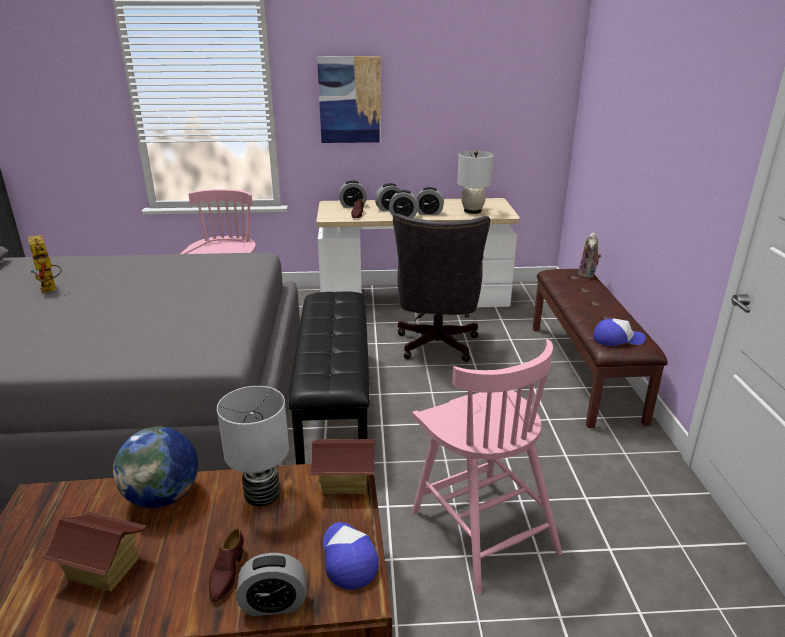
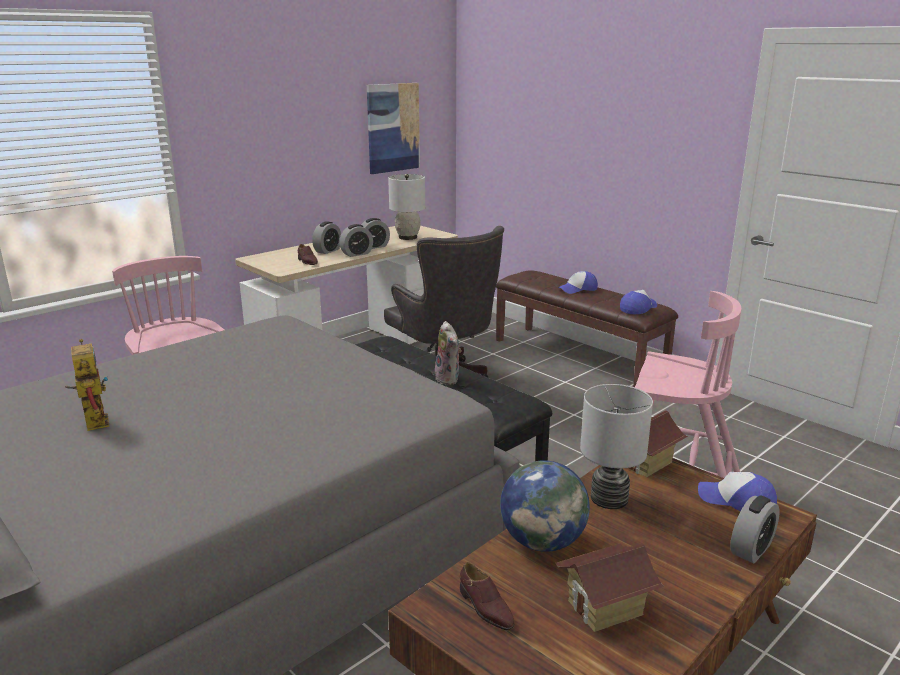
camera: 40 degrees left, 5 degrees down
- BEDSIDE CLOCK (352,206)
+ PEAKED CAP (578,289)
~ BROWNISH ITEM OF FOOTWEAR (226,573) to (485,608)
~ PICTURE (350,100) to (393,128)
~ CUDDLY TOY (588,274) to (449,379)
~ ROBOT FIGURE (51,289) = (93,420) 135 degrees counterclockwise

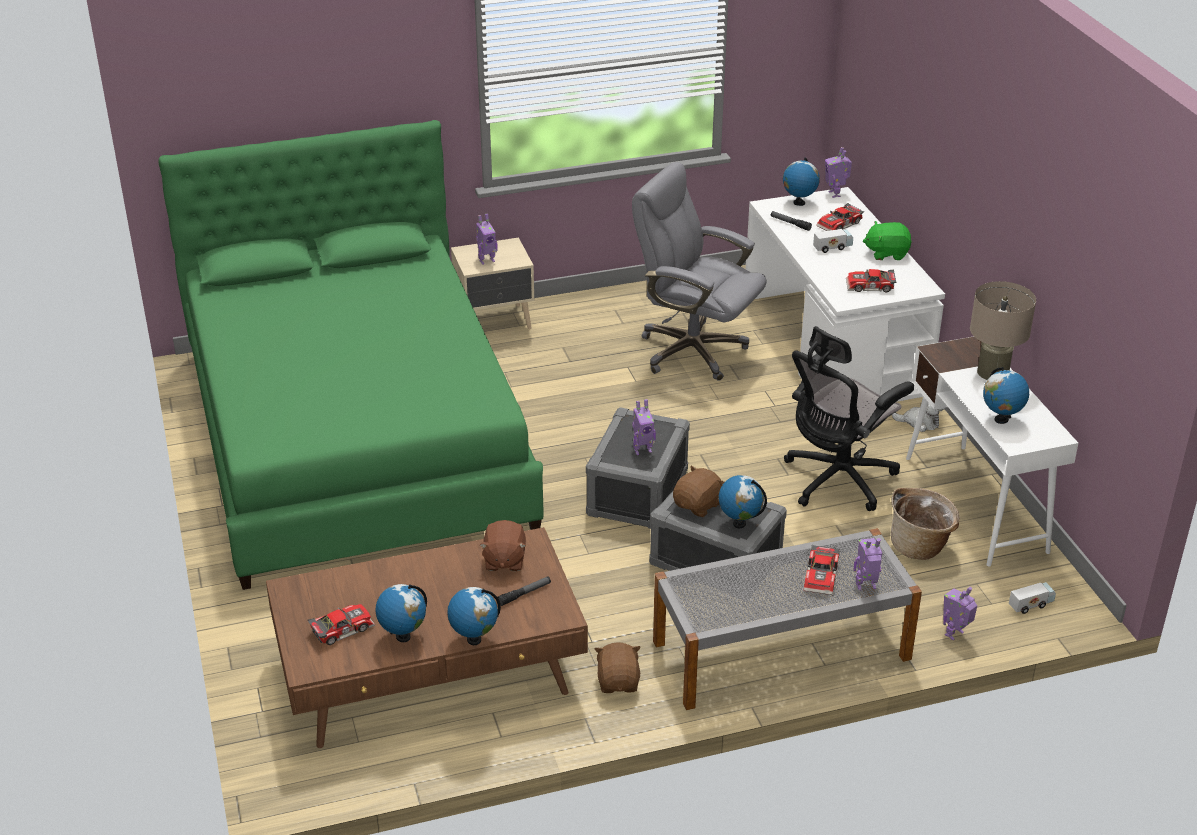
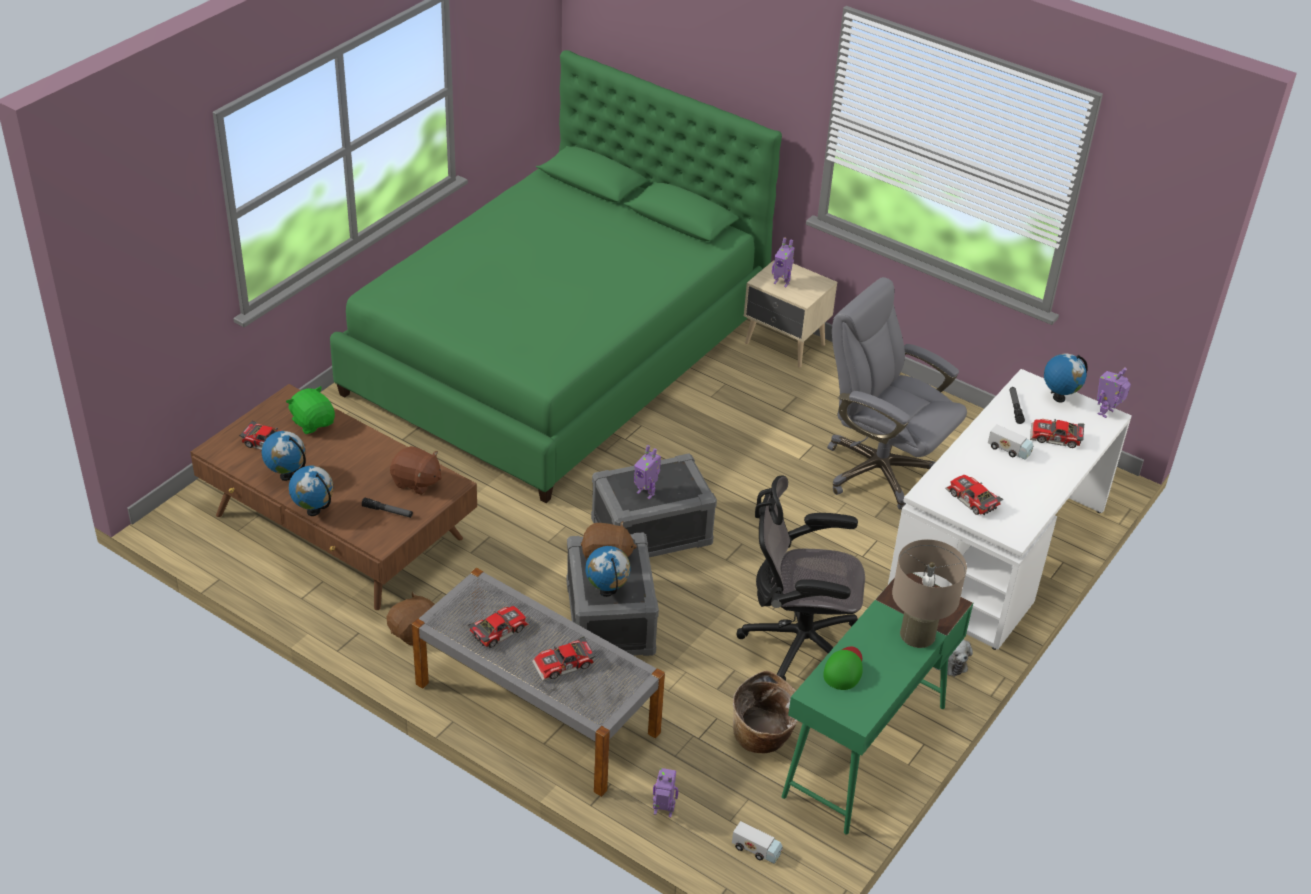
camera: 50 degrees right, 5 degrees up
- ROBOT FIGURE (866,586)
+ MODEL CAR (498,630)
~ GREEN-COLOURED CUDDLY TOY (886,253) to (313,422)
~ DESK GLOBE (1001,419) to GREEN-COLOURED PEAKED CAP (844,669)
~ WHITE-COLOURED DESK TABLE (976,504) to GREEN-COLOURED DESK TABLE (865,751)
~ BROWNISH CUDDLY TOY (504,560) = (416,482) 120 degrees counterclockwise
~ GREY DESK CHAIR (695,352) = (882,473) 45 degrees counterclockwise

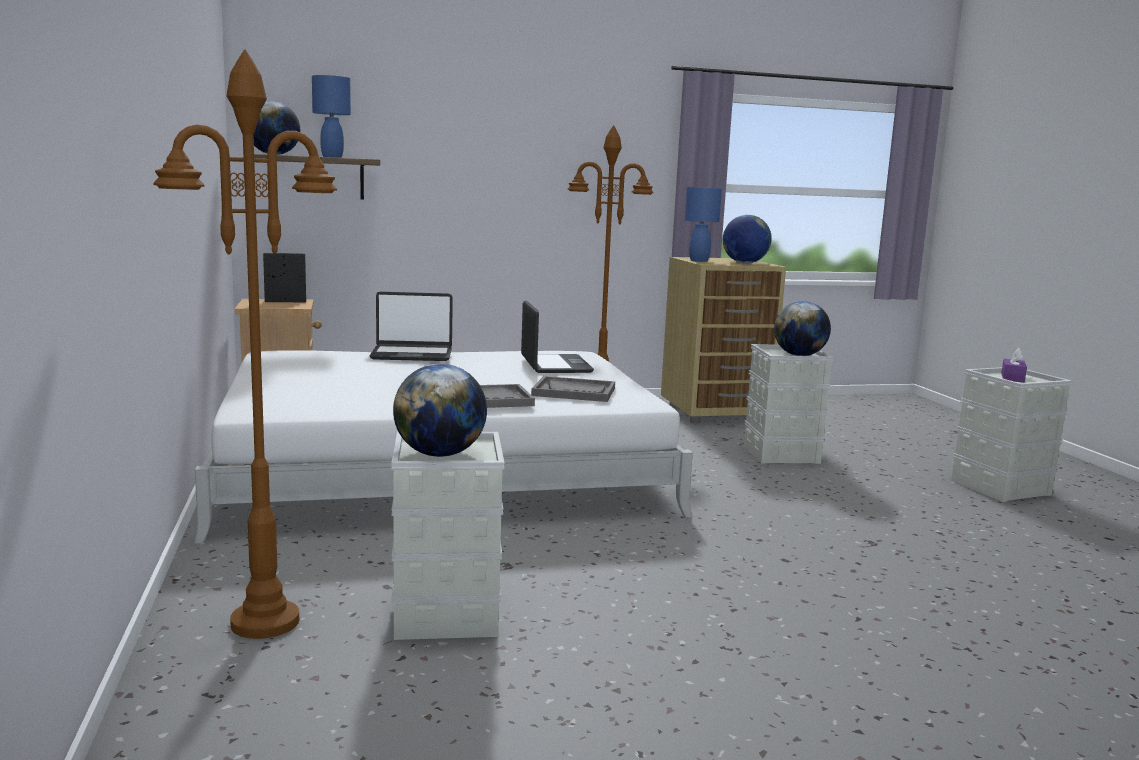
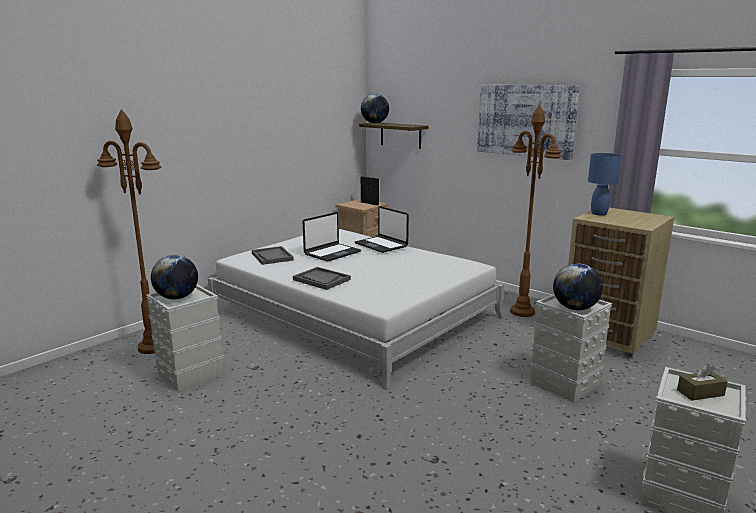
camera: 55 degrees right, 5 degrees up
- BLUE TABLE LAMP (332,157)
- DESK GLOBE (744,263)
+ PICTURE (526,120)
~ NOTEBOOK COMPUTER (554,365) to (332,253)
~ GREY CARRYING TRAY (574,392) to (272,257)
~ PURPLISH BOX OF TISSUES (1012,378) to BROWNISH BOX OF TISSUES (700,393)

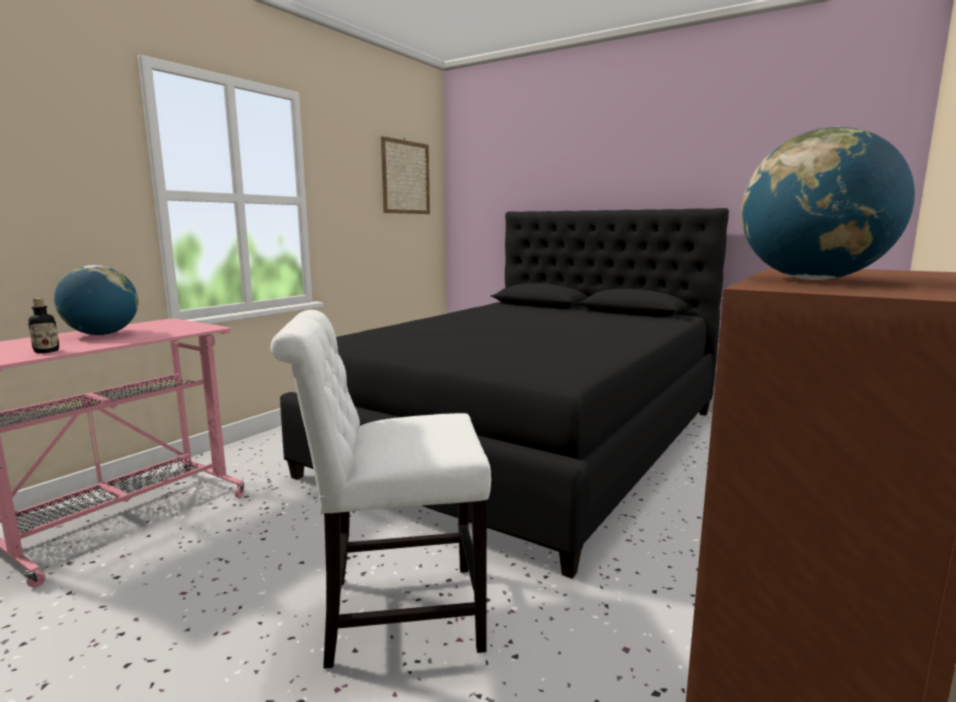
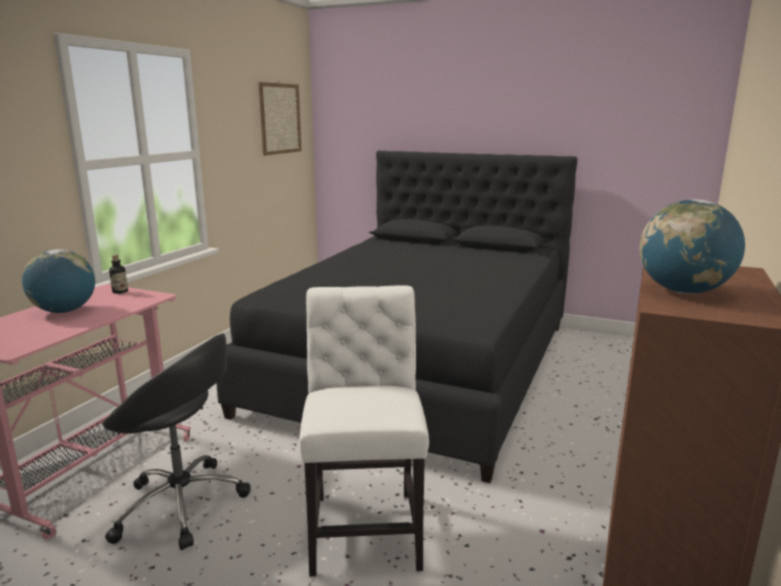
camera: 10 degrees left, 5 degrees up
+ BLACK-COLOURED DESK CHAIR (184,505)
~ DRINK BOTTLE (46,351) to (120,292)
~ WHITE-COLOURED CHAIR (393,614) = (365,526) 105 degrees clockwise

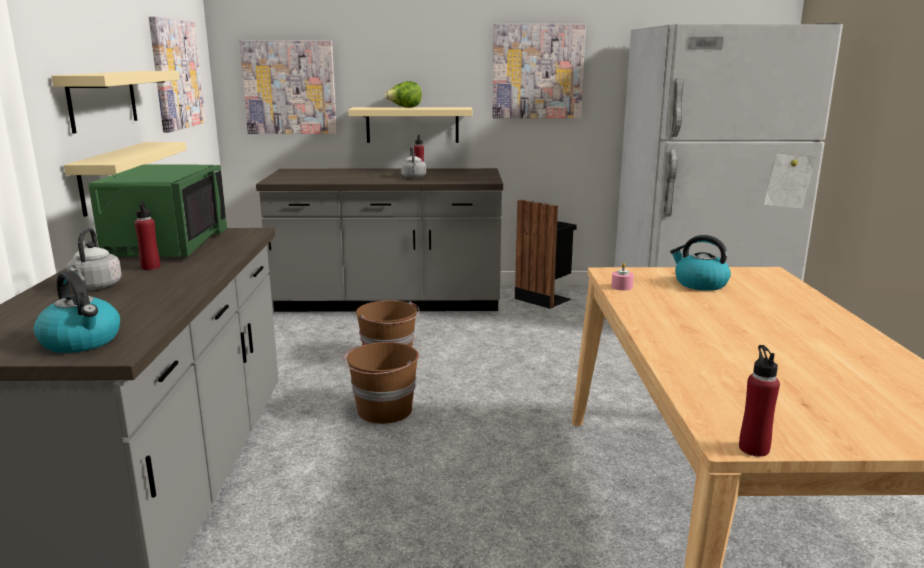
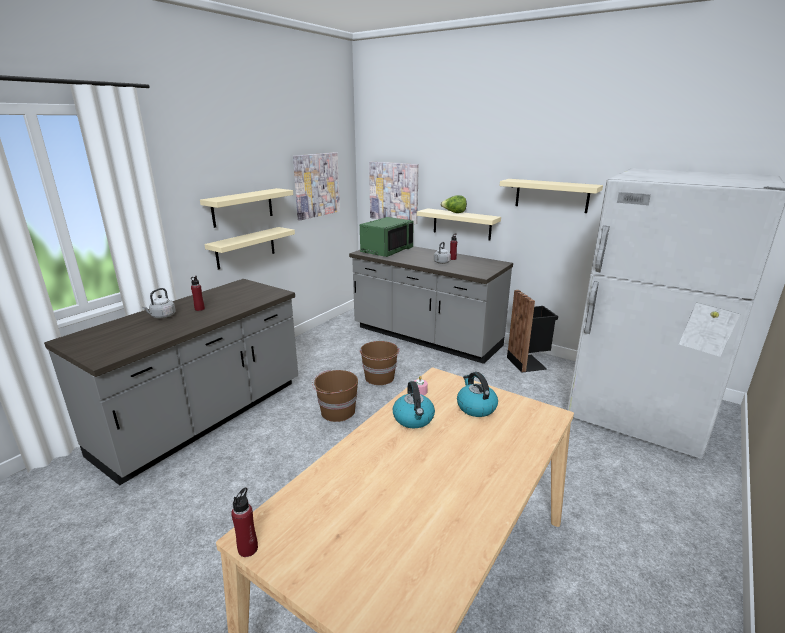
camera: 35 degrees right, 5 degrees up
~ WATER KETTLE (82,341) to (414,419)
~ GREEN-COLOURED MICROWAVE (166,245) to (386,250)
~ PICTURE (537,71) to BEIGE-COLOURED SHELF (551,195)

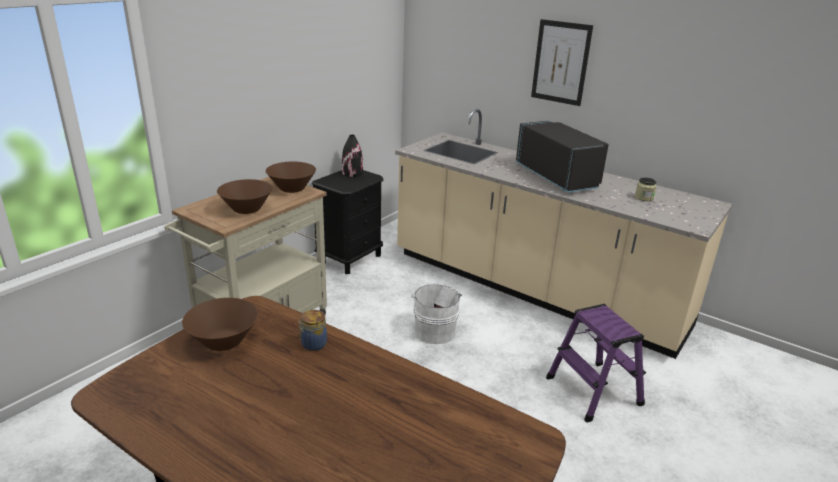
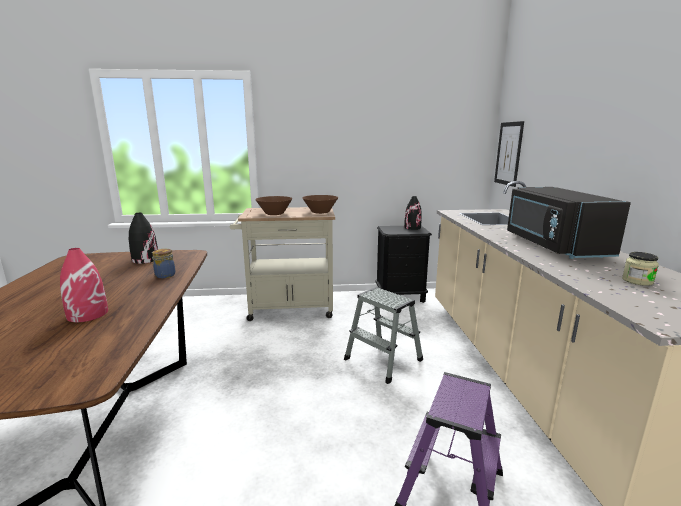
camera: 50 degrees right, 10 degrees down
+ RED-COLOURED FLOWER VASE (88,314)
~ PICTURE (561,62) to (508,153)
~ BROWNISH DEEP DISH (223,342) to BLACK-COLOURED FLOWER VASE (145,260)
~ WHITE-COLOURED BUCKET (435,331) to GREY STEP STOOL (383,359)
~ BLACK-COLOURED MICROWAVE (558,177) = (552,245) 150 degrees clockwise

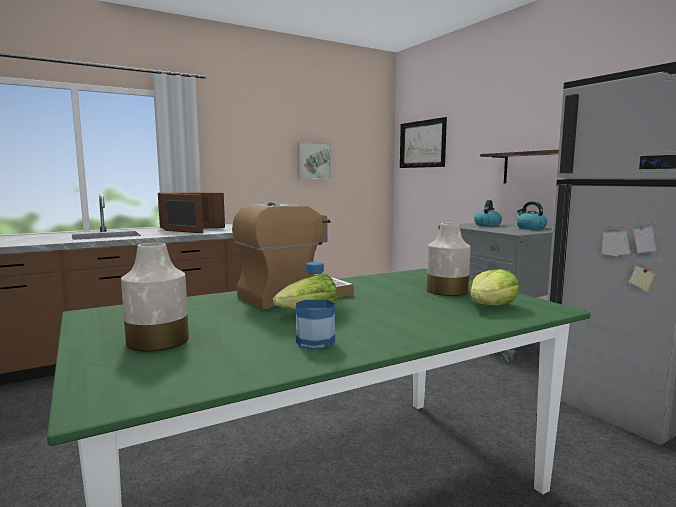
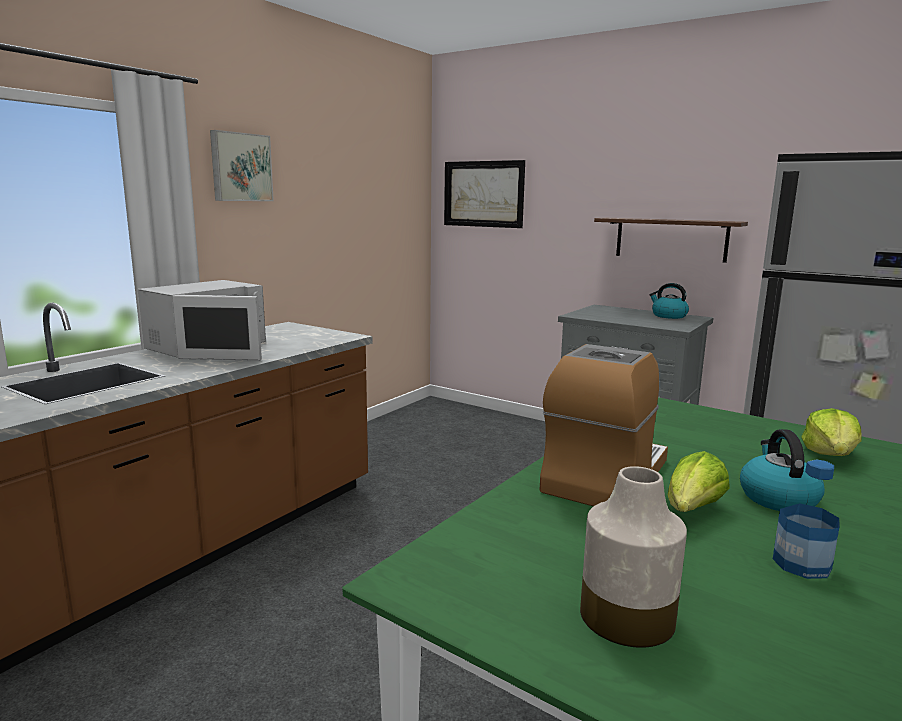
camera: 25 degrees left, 5 degrees up
- BEIGE-COLOURED FLOWER VASE (447,290)
~ PICTURE (313,161) to (240,167)
~ WATER KETTLE (487,225) to (777,498)
~ BROWNISH MICROWAVE (191,228) to WHITE-COLOURED MICROWAVE (207,347)

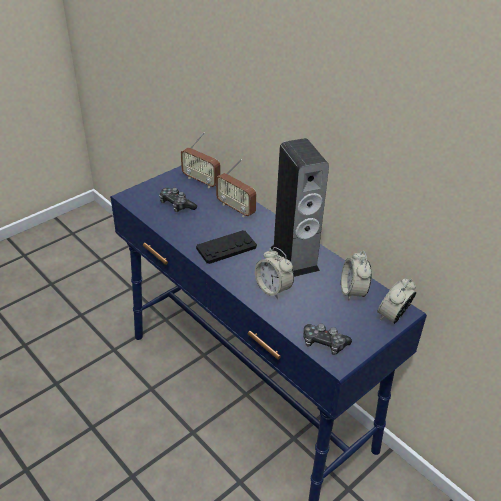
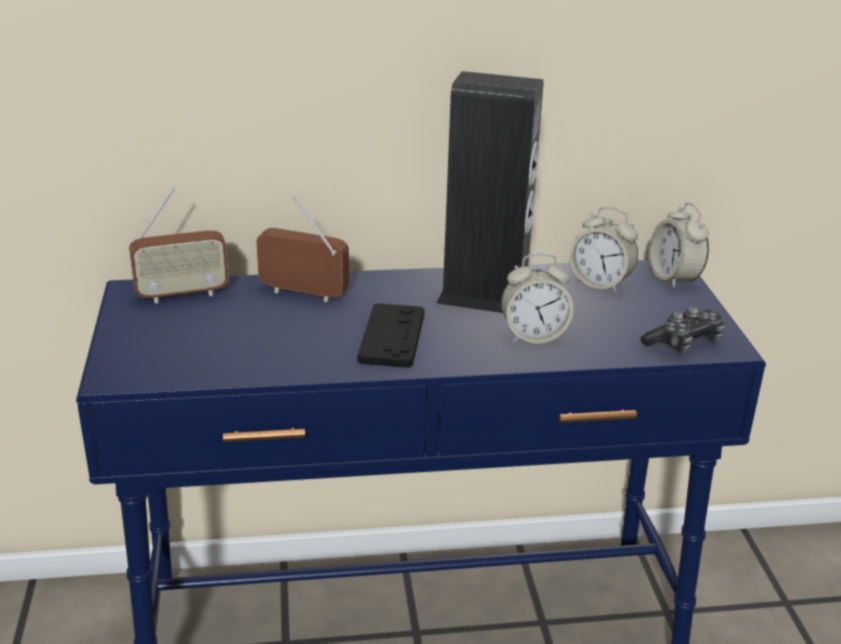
camera: 55 degrees left, 10 degrees down
- JOYPAD (176,205)
~ RADIO (236,208) = (303,294) 150 degrees counterclockwise

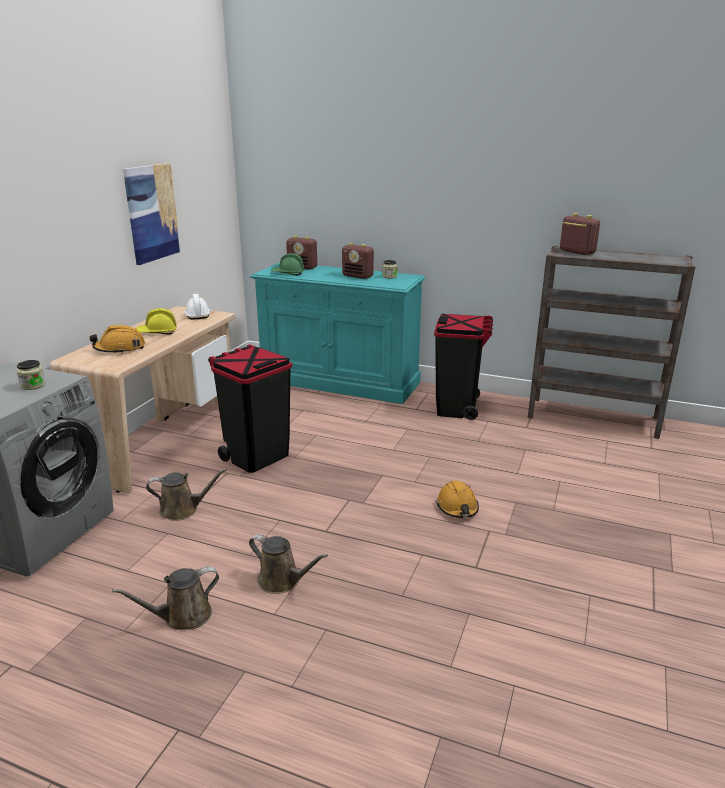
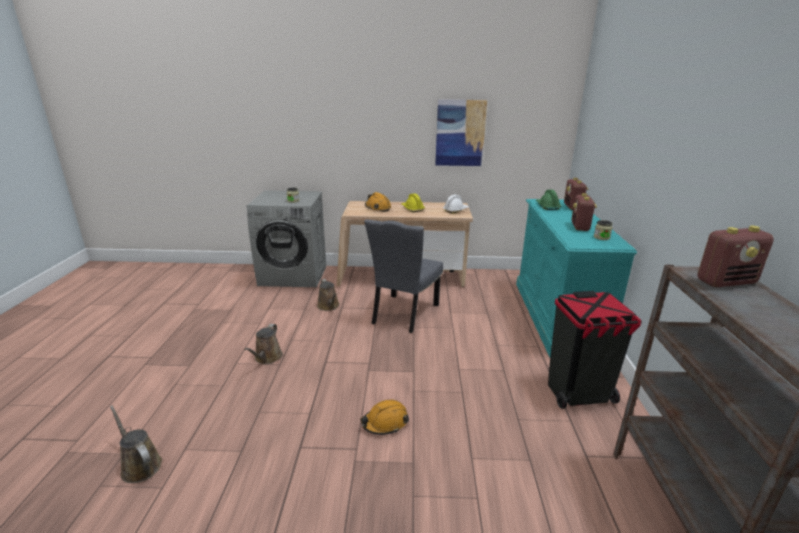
camera: 70 degrees right, 0 degrees up
~ BROWNISH SPRINKLING CAN (183,617) to (140,465)
~ BLACK-COLOURED WASTE BIN (256,456) to GREY CHAIR (404,312)
~ RADIO (576,252) = (726,282) 45 degrees clockwise

